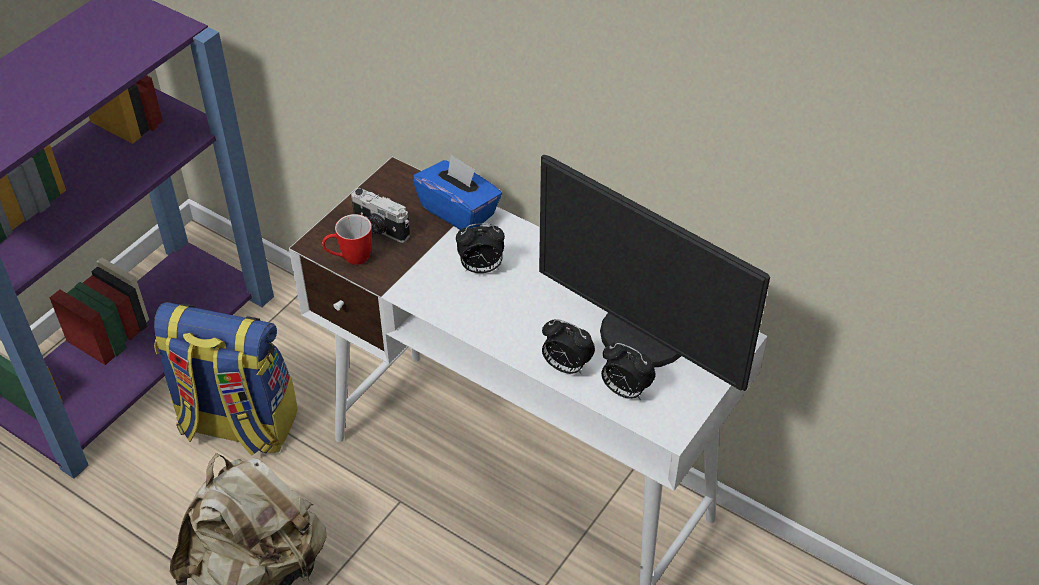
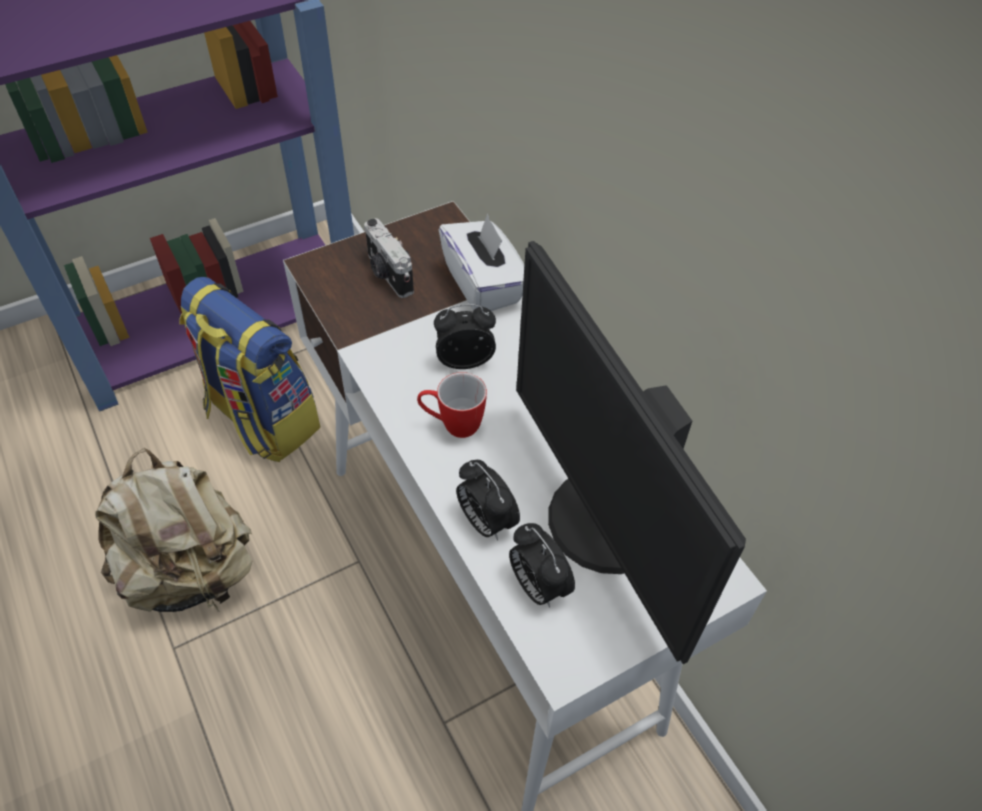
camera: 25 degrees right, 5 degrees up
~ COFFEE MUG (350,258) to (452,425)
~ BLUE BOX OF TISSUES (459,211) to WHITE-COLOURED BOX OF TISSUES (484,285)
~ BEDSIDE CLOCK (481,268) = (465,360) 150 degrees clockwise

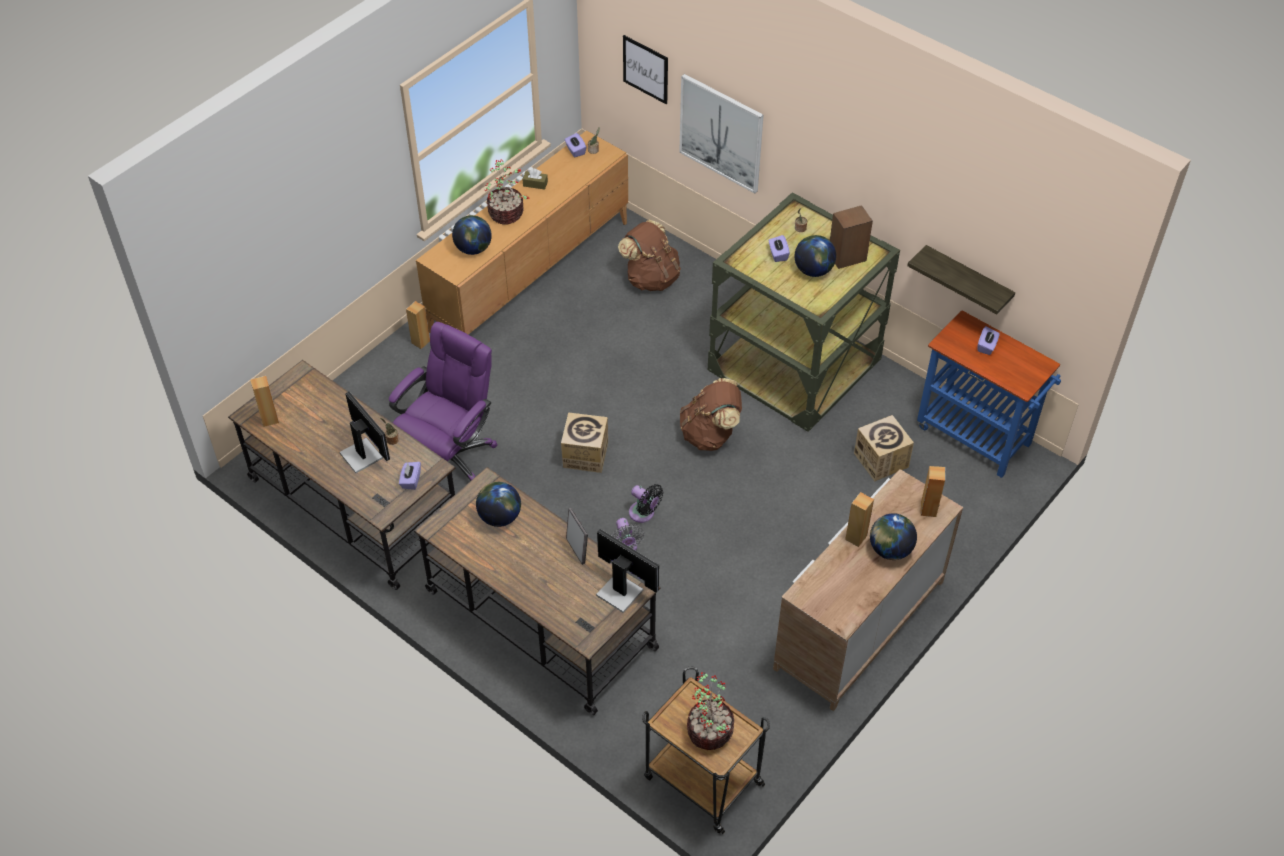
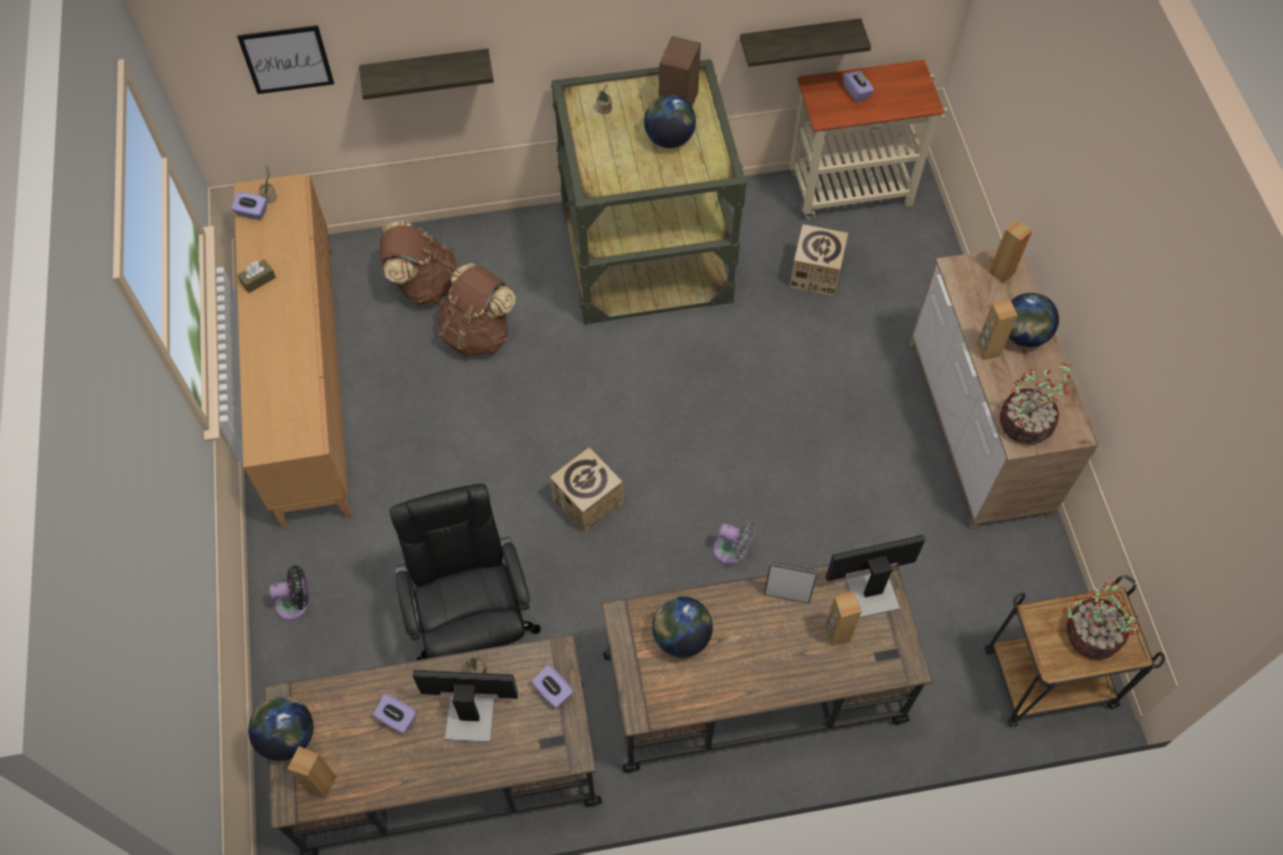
camera: 50 degrees left, 10 degrees up
~ BROWNISH LOUDSPEAKER (420,342) to (837,633)
~ DESK GLOBE (473,248) to (288,736)
~ POTTED PLANT (507,214) to (1026,424)
~ BLACK-COLOURED ELECTRIC FAN (644,514) to (296,604)
~ BROWNISH RUCKSACK (710,434) to (478,333)
~ PURPLISH BOX OF TISSUES (778,254) to (397,718)
~ PICTURE (721,133) to SHELF (426,71)
~ PURPLISH DESK CHAIR (450,459) to BLACK-COLOURED DESK CHAIR (474,629)
~ BLUE CART (975,436) to BEIGE-COLOURED CART (852,189)

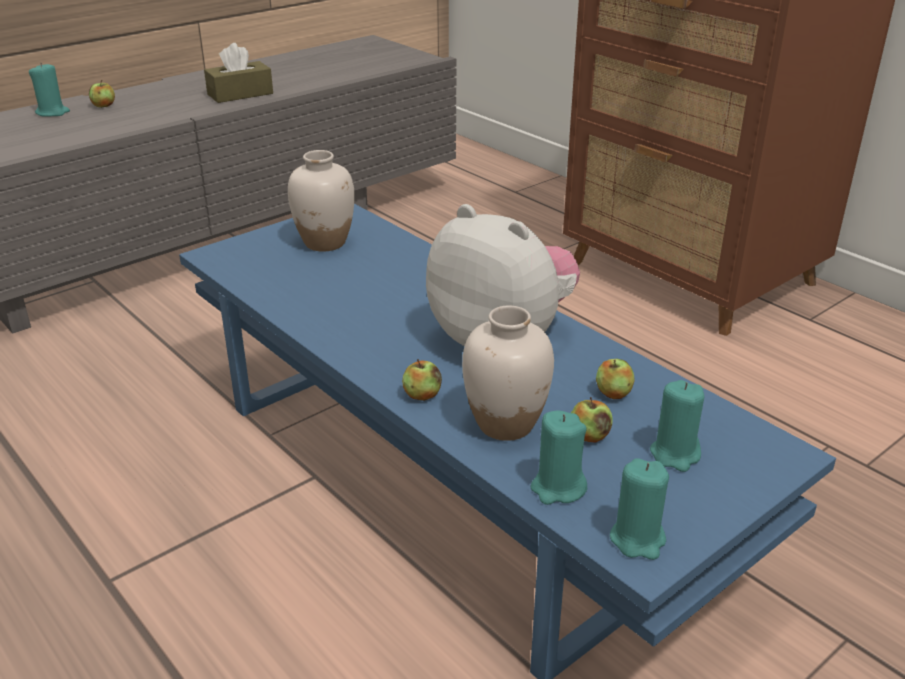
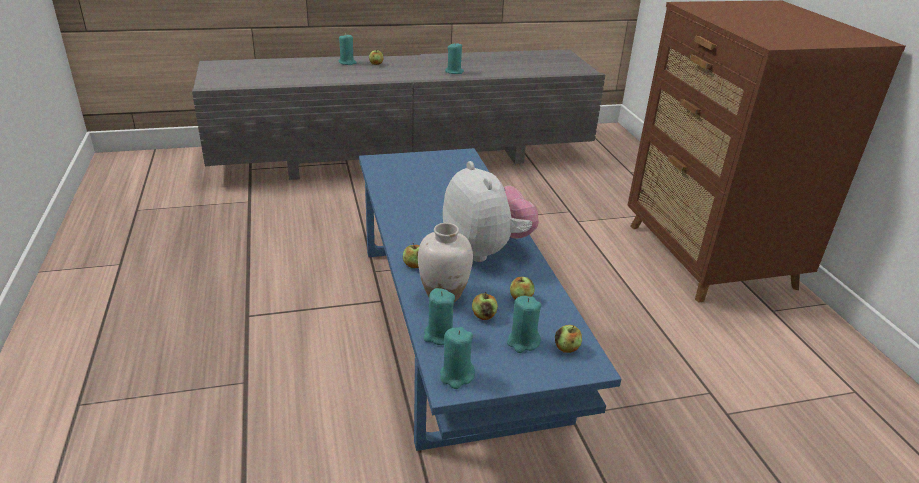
camera: 25 degrees right, 0 degrees up
- WHITE-COLOURED FLOWER VASE (325,242)
+ APPLE (566,348)
~ BROWNISH BOX OF TISSUES (240,94) to BLUE-GREEN WAX CANDLE (454,71)

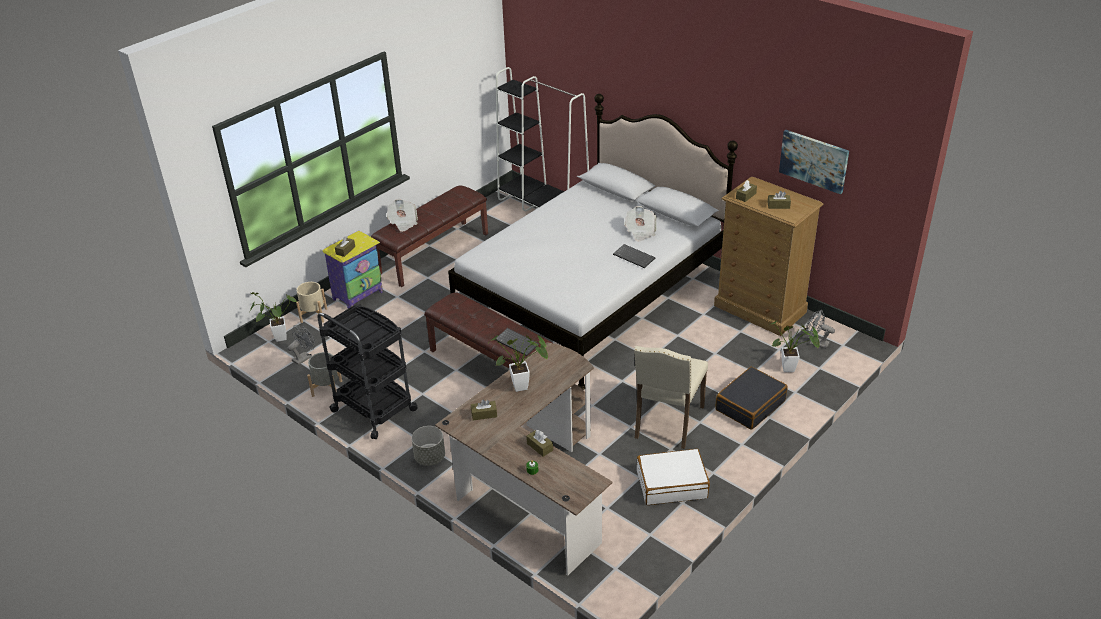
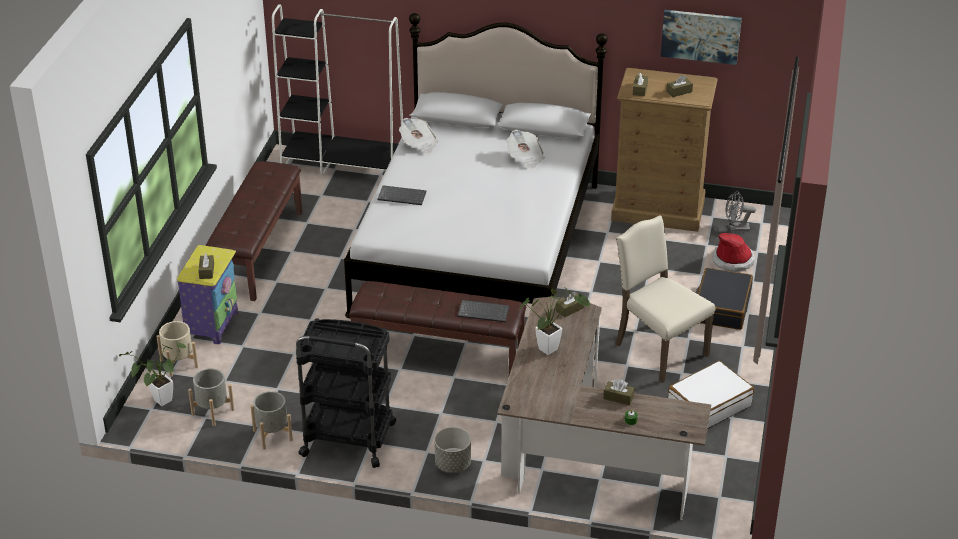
camera: 30 degrees left, 0 degrees up
~ PRINTED PAPER (403,222) to (419,145)
~ BROWNISH BOX OF TISSUES (484,414) to (570,309)
~ KEYBOARD (635,257) to (402,196)
~ GREY ELECTRIC FAN (304,357) to GREY PLANT POT (213,412)
~ POTTED PLANT (791,369) to CLOTHING HAT (733,260)
~ BEIGE-COLOURED CHAIR (667,423) = (658,349) 150 degrees clockwise

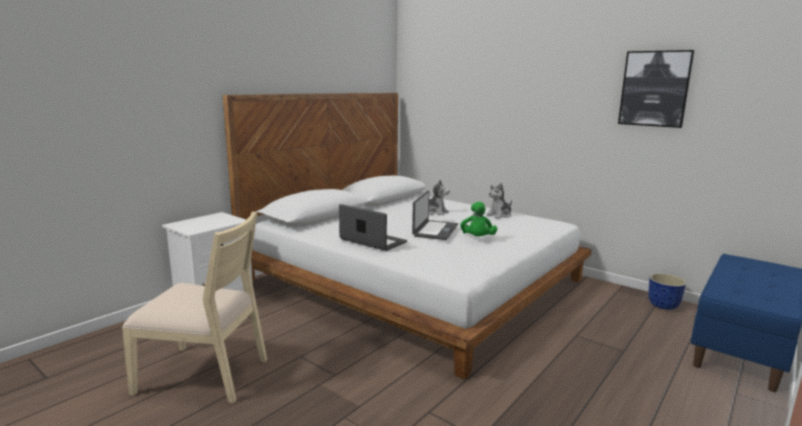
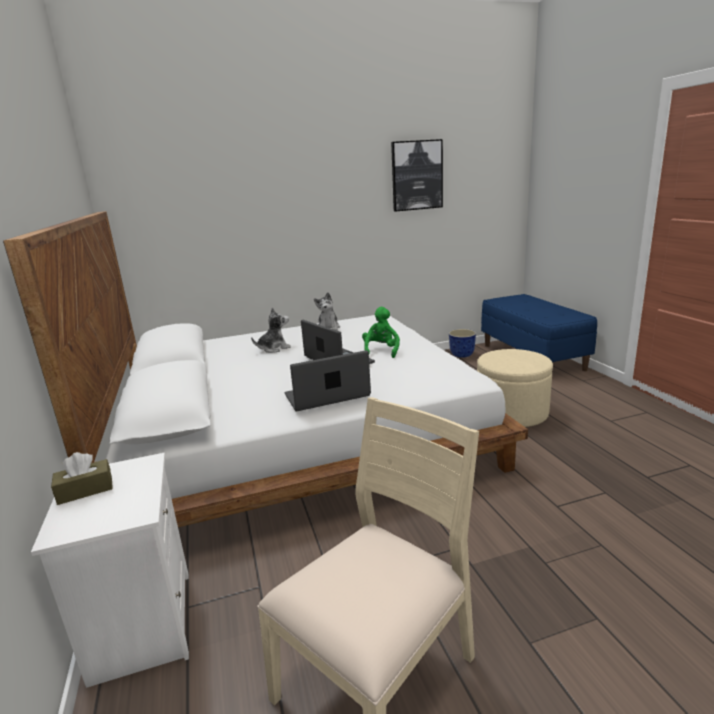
camera: 55 degrees left, 5 degrees up
+ BROWNISH BOX OF TISSUES (85,490)
+ BEIGE-COLOURED POUFFE (511,413)
~ GREEN-COLOURED CUDDLY TOY (477,239) = (381,351) 120 degrees counterclockwise

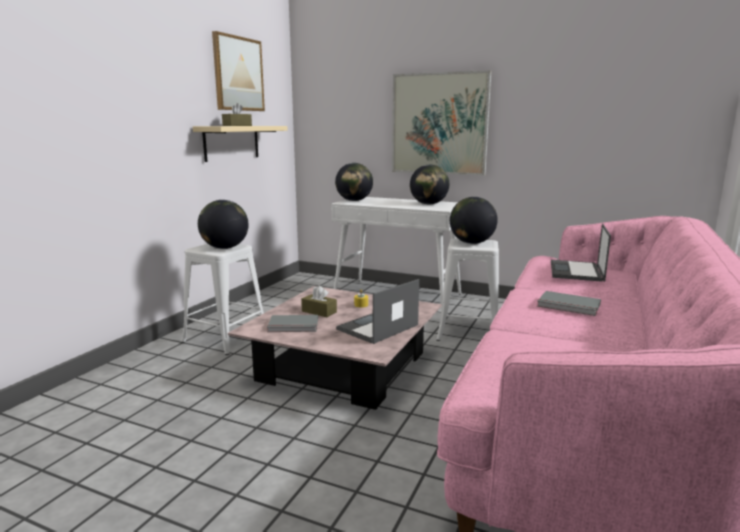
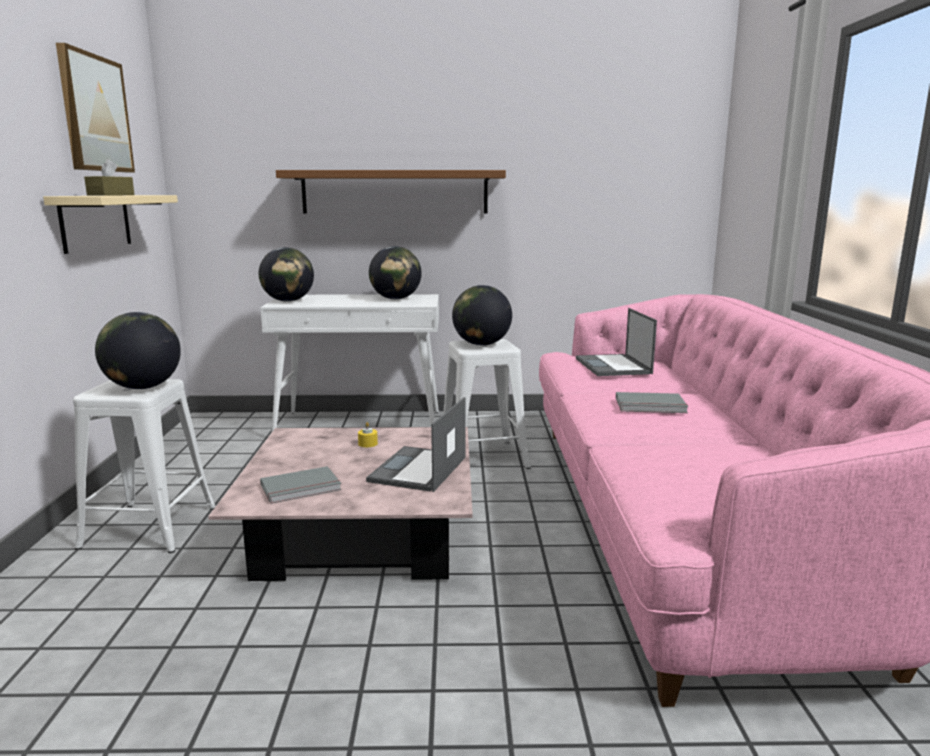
camera: 25 degrees left, 0 degrees up
- BROWNISH BOX OF TISSUES (319,312)
~ PICTURE (439,124) to BROWNISH SHELF (395,192)

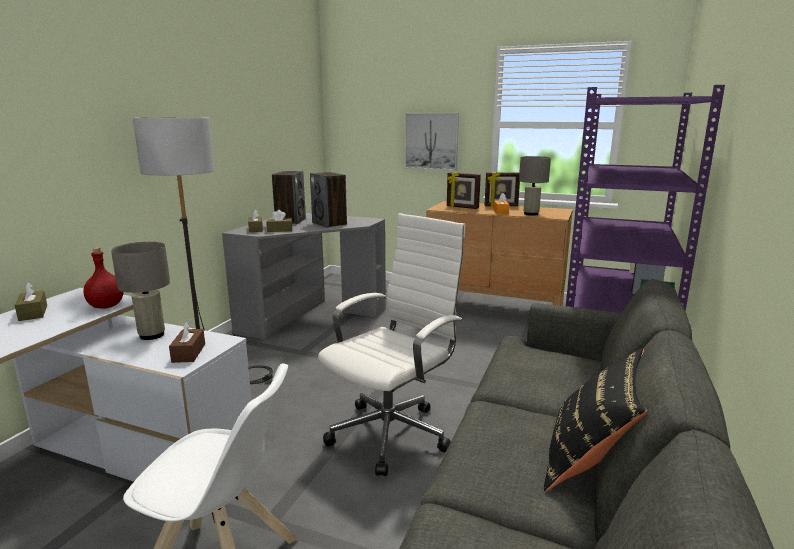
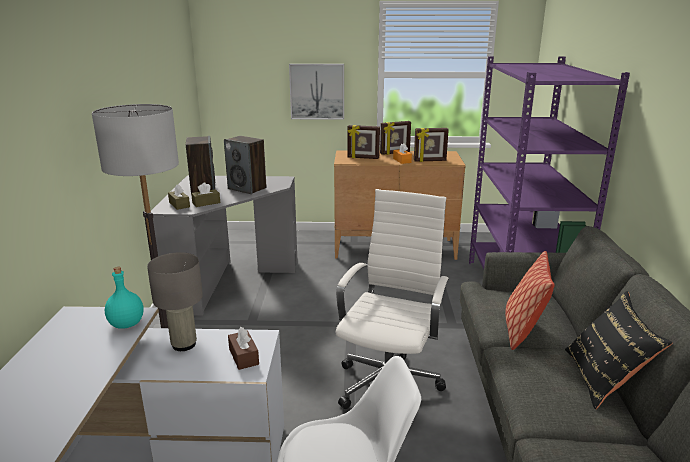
camera: 20 degrees left, 5 degrees up
- BROWNISH BOX OF TISSUES (33,313)
+ THROW PILLOW (523,331)
~ GREY TABLE LAMP (531,214) to PHOTO FRAME (430,161)
~ RED-COLOURED DRINK BOTTLE (107,306) to BLUE-GREEN DRINK BOTTLE (127,324)

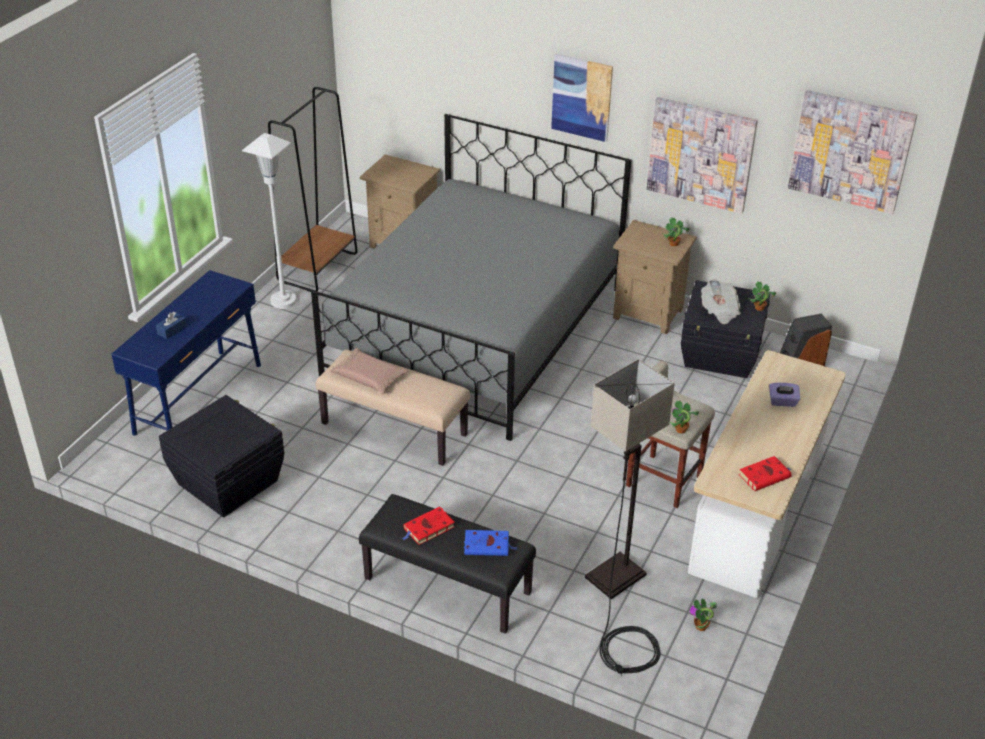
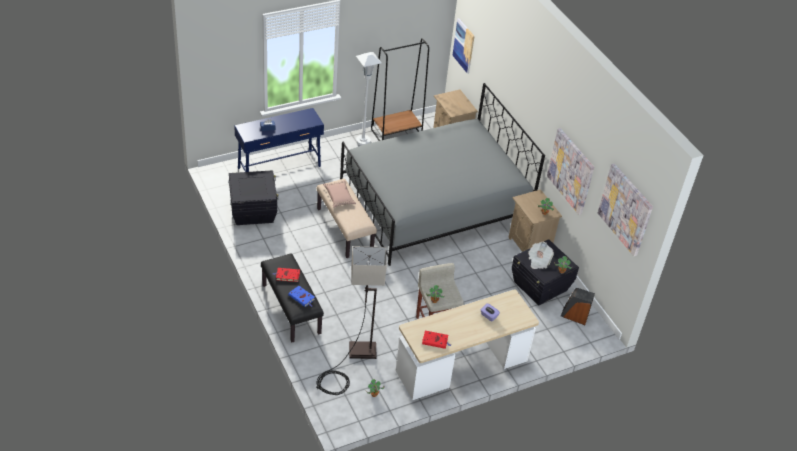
camera: 35 degrees right, 5 degrees up
~ PICTURE (582,97) to (464,45)

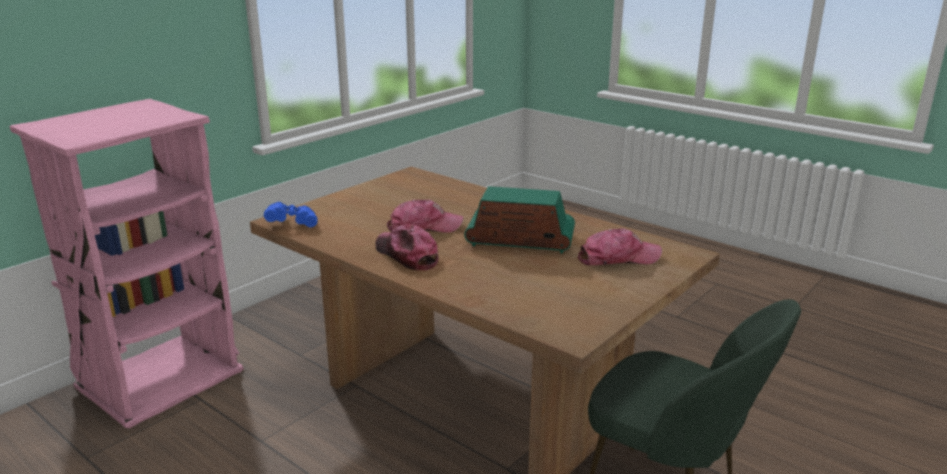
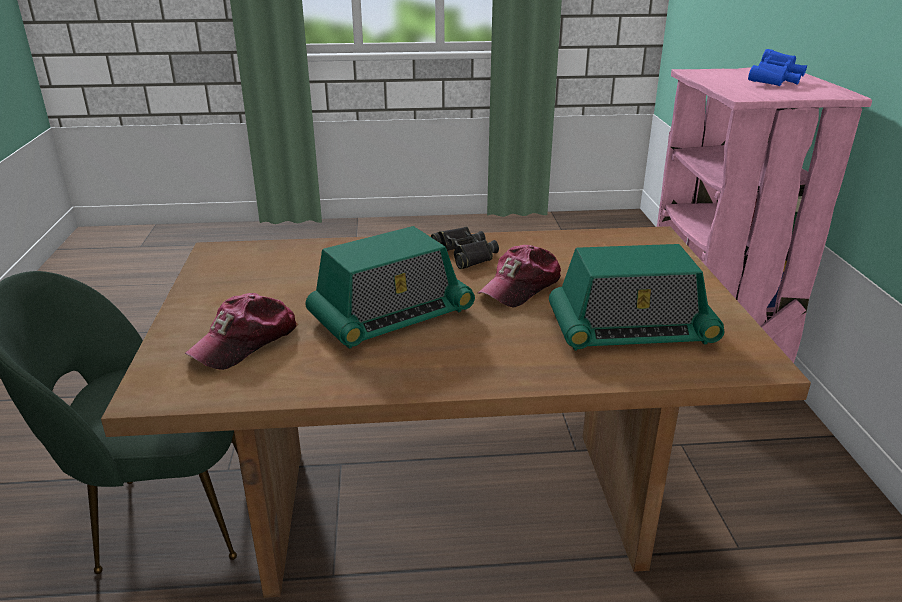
camera: 135 degrees right, 5 degrees up
+ RADIO (630,330)
~ BLUE BINOCULARS (292,224) to (775,81)
~ PEAKED CAP (406,255) to BLACK-COLOURED BINOCULARS (465,254)

